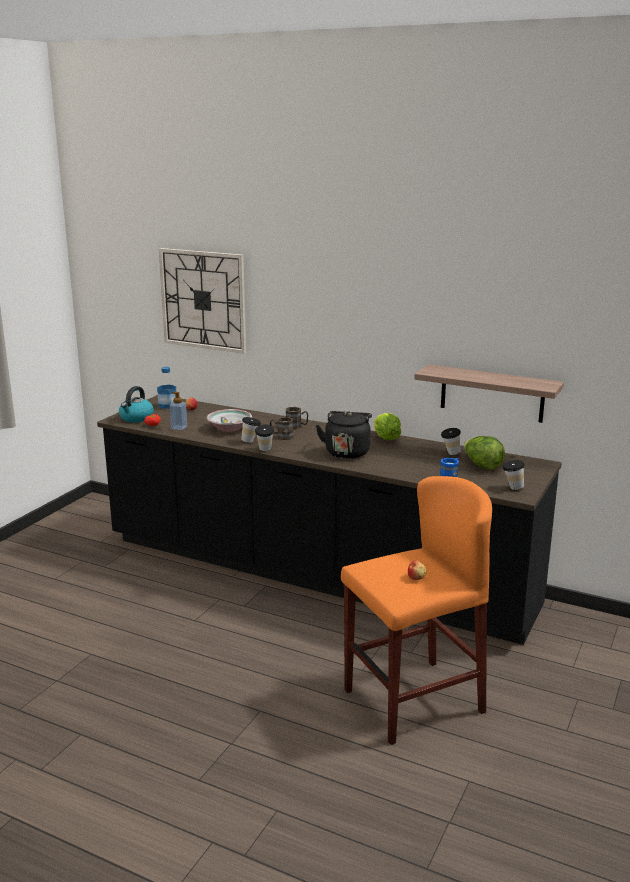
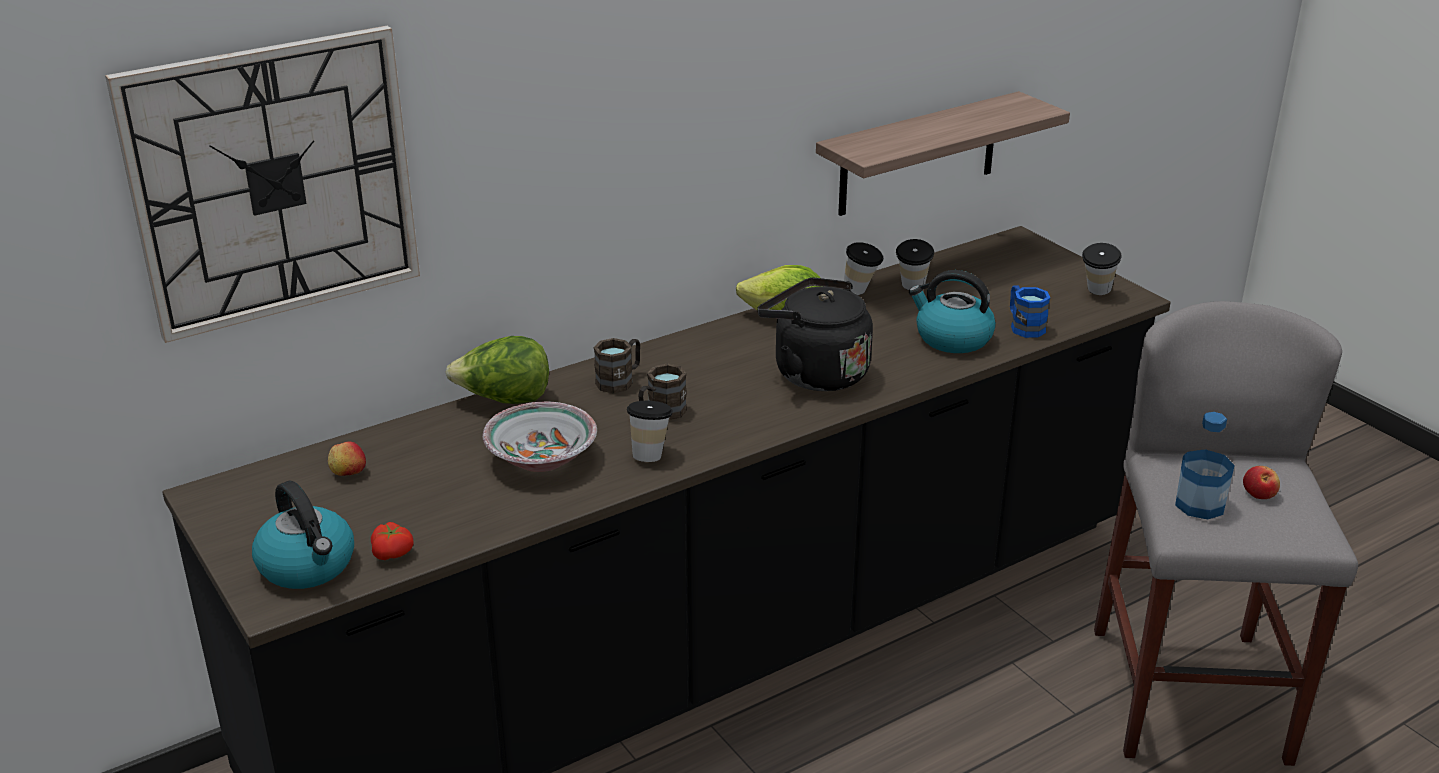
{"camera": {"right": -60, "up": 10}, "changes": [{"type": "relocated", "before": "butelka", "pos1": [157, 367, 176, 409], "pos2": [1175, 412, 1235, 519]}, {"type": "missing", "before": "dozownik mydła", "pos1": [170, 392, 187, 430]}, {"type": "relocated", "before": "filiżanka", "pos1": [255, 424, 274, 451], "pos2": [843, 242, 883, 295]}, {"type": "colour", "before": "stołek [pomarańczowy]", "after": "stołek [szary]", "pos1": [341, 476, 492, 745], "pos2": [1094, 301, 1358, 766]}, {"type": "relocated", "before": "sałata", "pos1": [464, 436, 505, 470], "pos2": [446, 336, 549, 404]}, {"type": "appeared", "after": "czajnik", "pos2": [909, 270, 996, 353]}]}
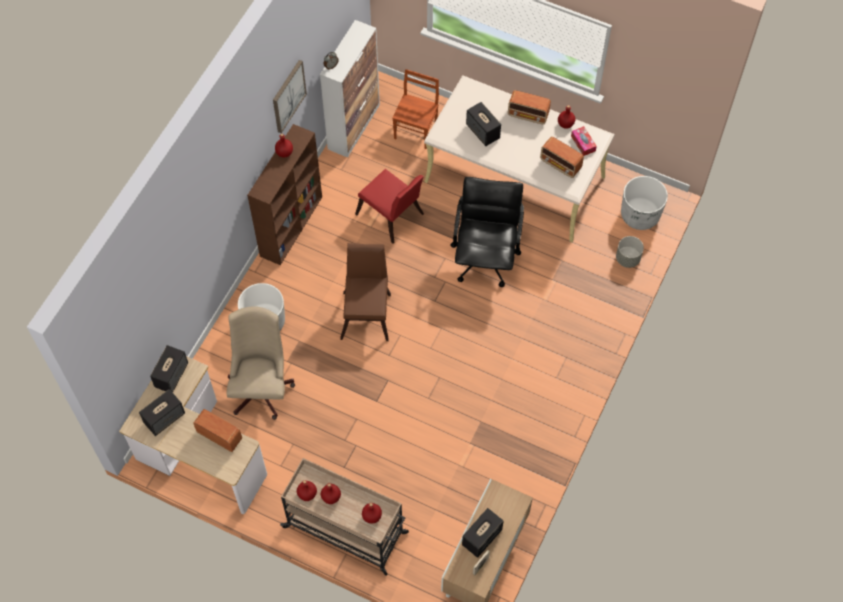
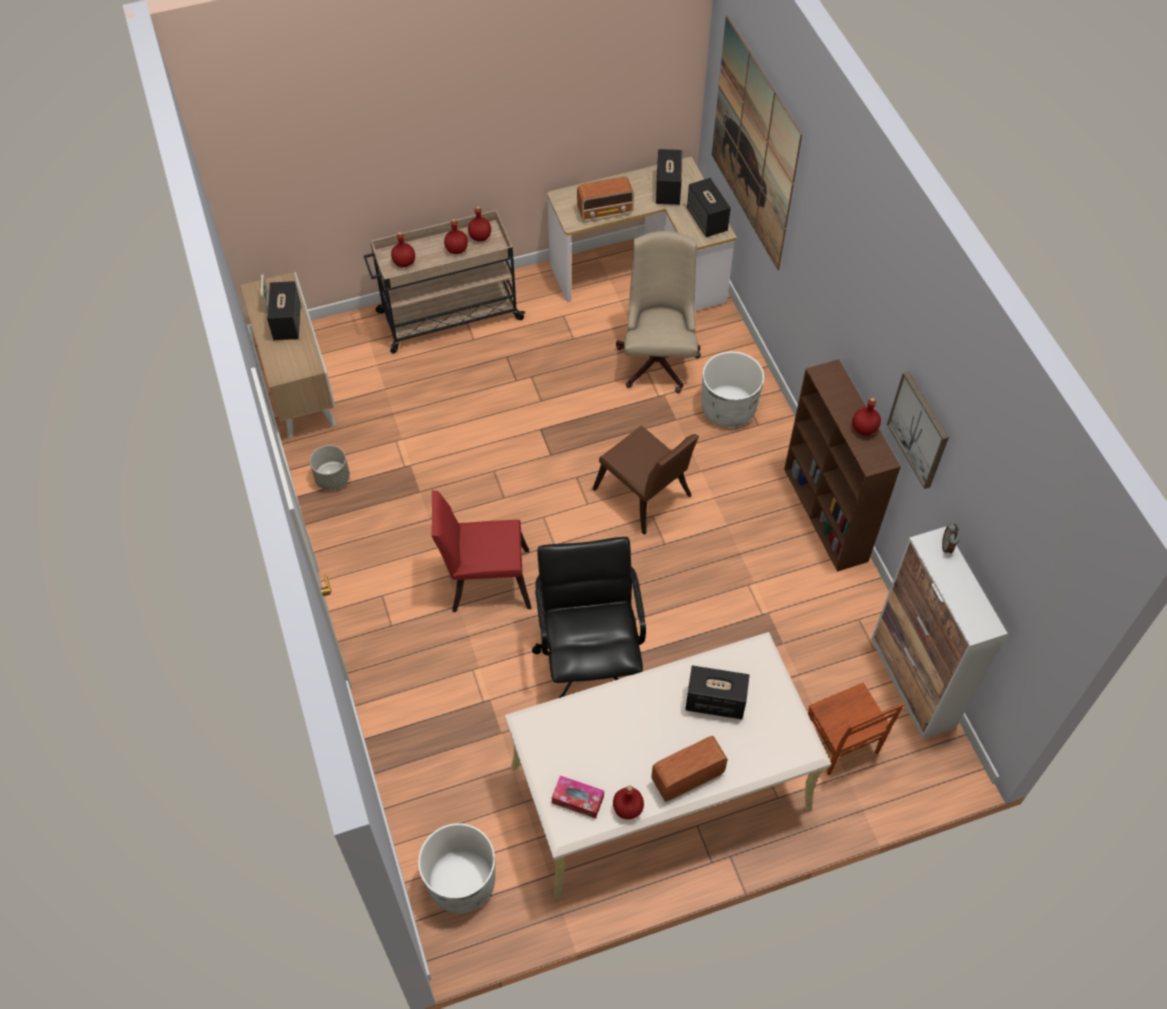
{"camera": {"right": 135, "up": -5}, "changes": [{"type": "spun", "before": "krzesło biurowe [beżowy]", "pos1": [227, 306, 295, 420], "pos2": [616, 231, 701, 393], "turn": -135}, {"type": "relocated", "before": "krzesło [czerwony]", "pos1": [355, 169, 424, 243], "pos2": [431, 490, 531, 612]}, {"type": "spun", "before": "krzesło biurowe [czarny]", "pos1": [450, 177, 524, 287], "pos2": [532, 537, 646, 698], "turn": -150}, {"type": "missing", "before": "radio", "pos1": [540, 137, 584, 178]}, {"type": "relocated", "before": "donica [szary]", "pos1": [616, 236, 644, 268], "pos2": [310, 445, 350, 490]}, {"type": "appeared", "after": "obraz", "pos2": [712, 16, 802, 270]}]}
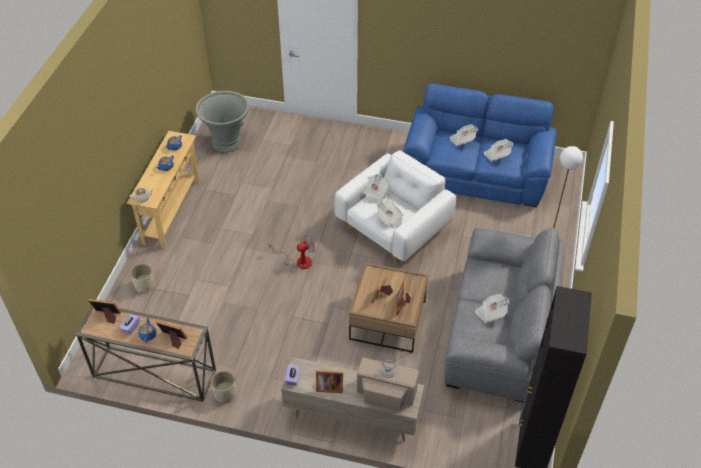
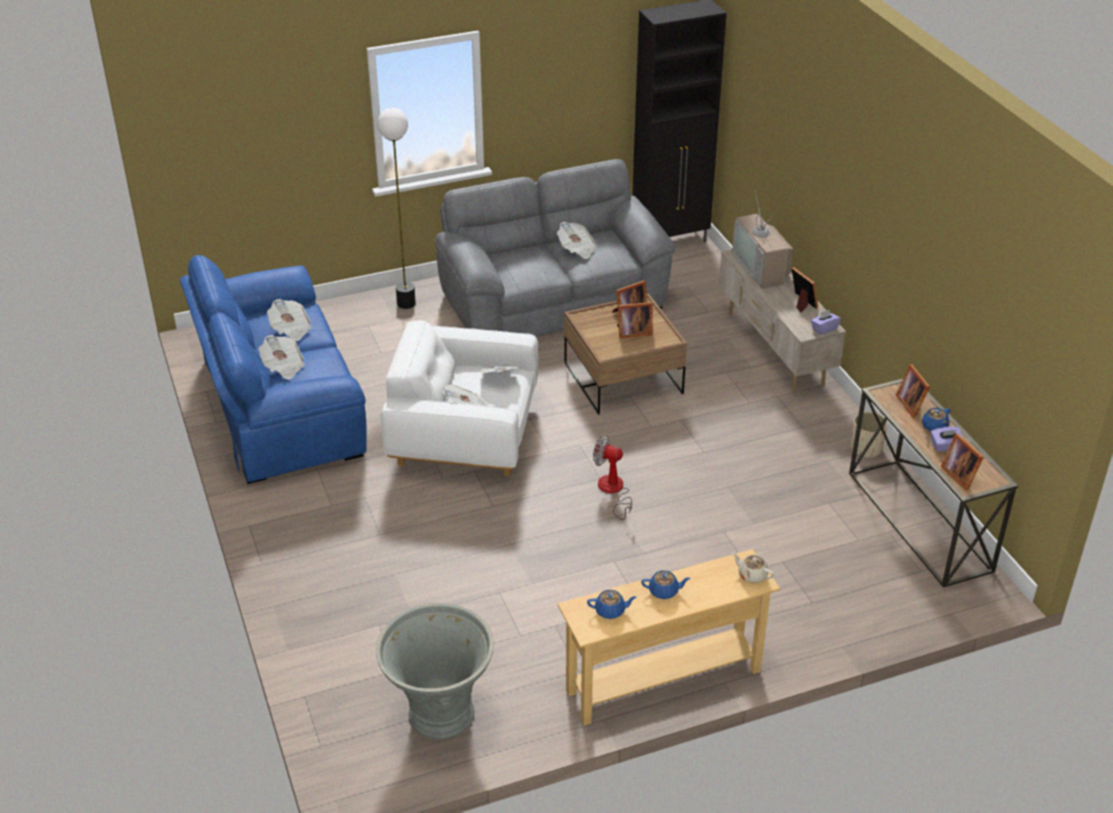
{"camera": {"right": -125, "up": -10}, "changes": [{"type": "missing", "before": "donica [beżowy]", "pos1": [130, 264, 155, 293]}]}
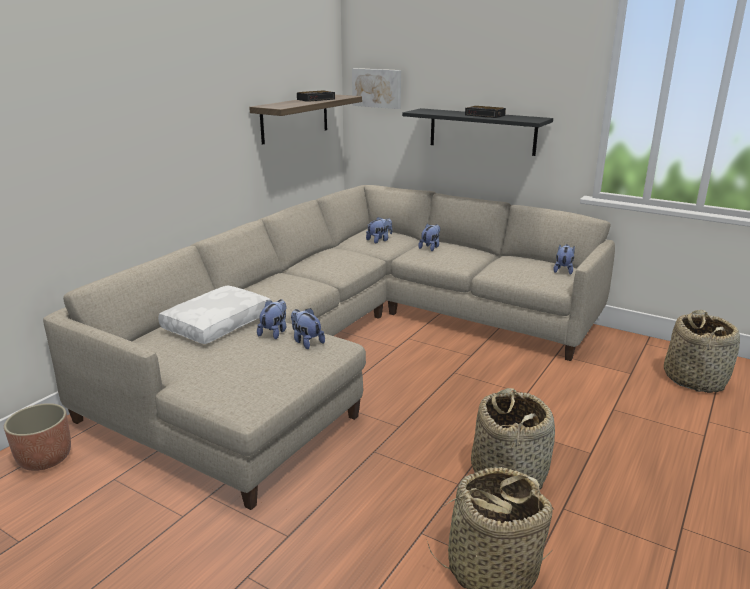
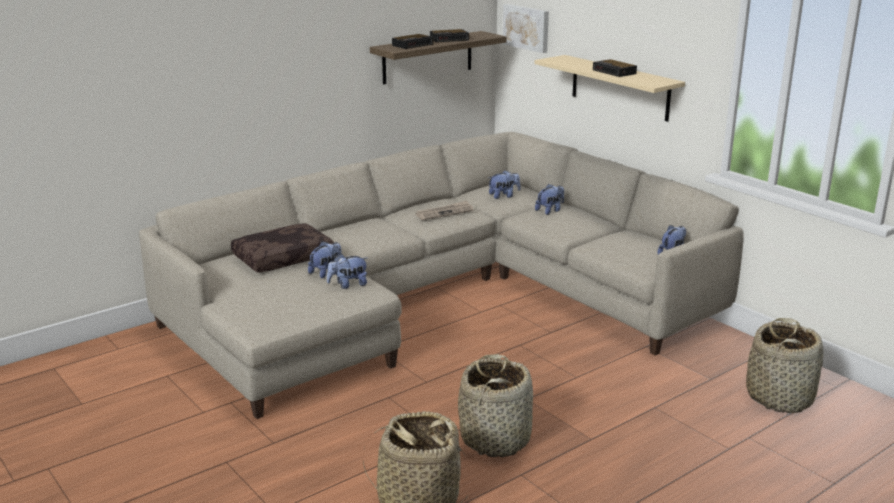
{"camera": {"right": 20, "up": 0}, "changes": [{"type": "missing", "before": "donica", "pos1": [4, 403, 71, 471]}, {"type": "colour", "before": "poduszka [biały]", "after": "poduszka [brązowy]", "pos1": [158, 285, 271, 344], "pos2": [231, 223, 334, 273]}, {"type": "spun", "before": "pluszak", "pos1": [291, 308, 325, 349], "pos2": [327, 254, 367, 289], "turn": -90}, {"type": "colour", "before": "półka [czarny]", "after": "półka [beżowy]", "pos1": [402, 108, 553, 156], "pos2": [534, 55, 685, 122]}, {"type": "appeared", "after": "budzik", "pos2": [392, 34, 434, 49]}, {"type": "appeared", "after": "gazeta", "pos2": [415, 200, 473, 220]}]}
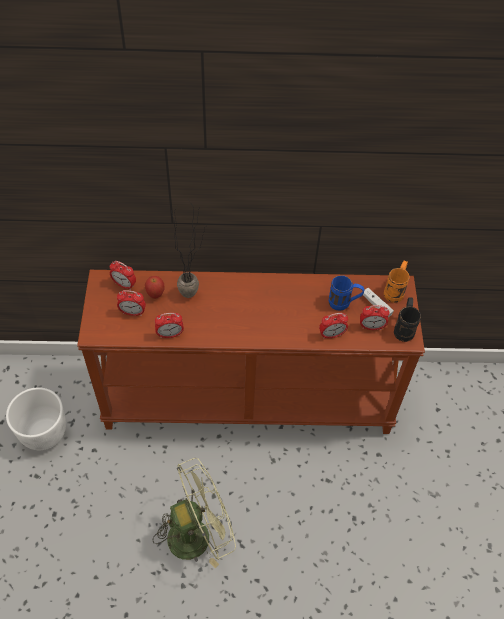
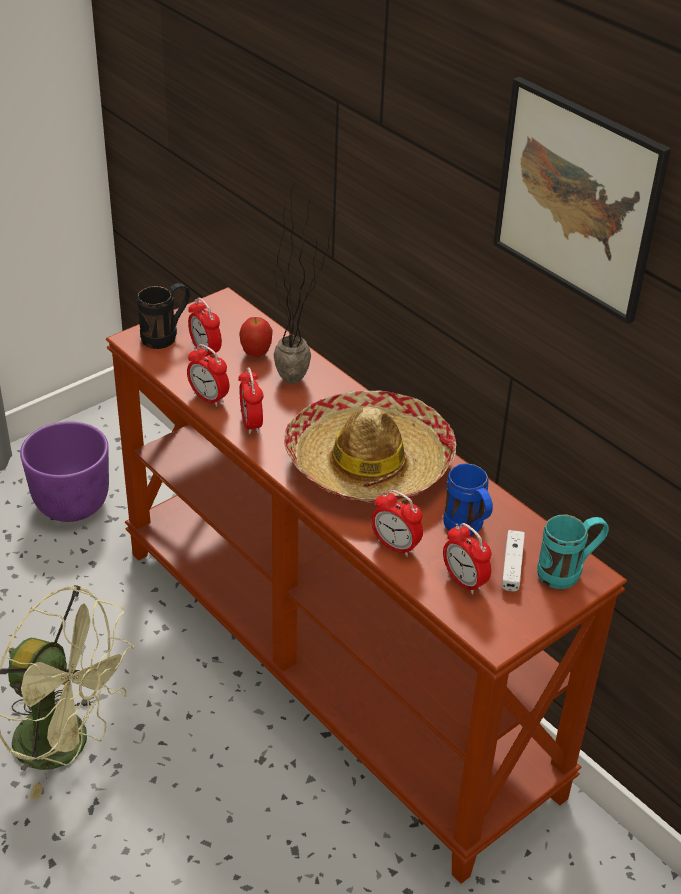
{"camera": {"right": 50, "up": -15}, "changes": [{"type": "colour", "before": "donica [biały]", "after": "donica [fioletowy]", "pos1": [6, 387, 66, 450], "pos2": [20, 421, 109, 522]}, {"type": "relocated", "before": "budzik", "pos1": [110, 261, 136, 290], "pos2": [238, 367, 264, 434]}, {"type": "colour", "before": "kubek [pomarańczowy]", "after": "kubek [turkusowy]", "pos1": [384, 261, 410, 303], "pos2": [537, 515, 609, 589]}, {"type": "relocated", "before": "kubek [czarny]", "pos1": [394, 297, 421, 342], "pos2": [137, 283, 190, 349]}, {"type": "appeared", "after": "kapelusz", "pos2": [284, 390, 457, 503]}, {"type": "appeared", "after": "obraz", "pos2": [493, 77, 670, 324]}]}
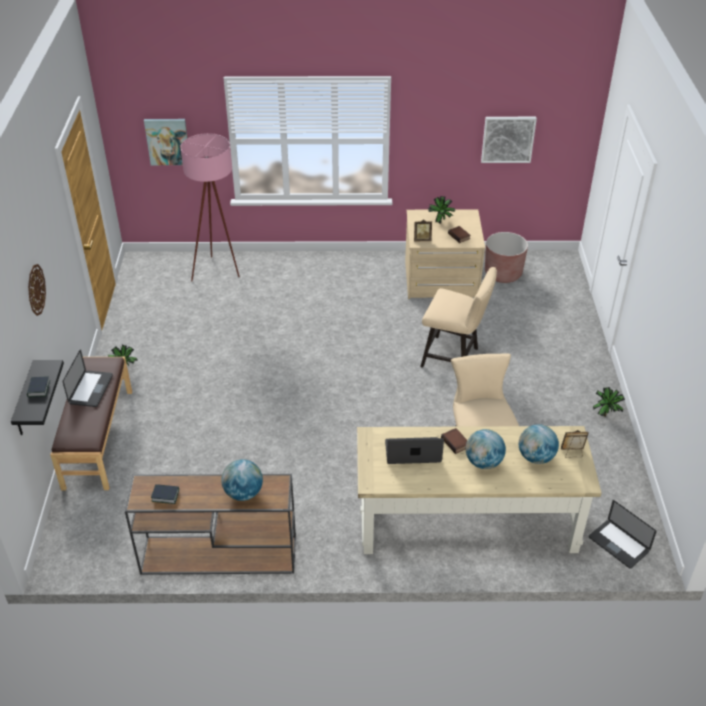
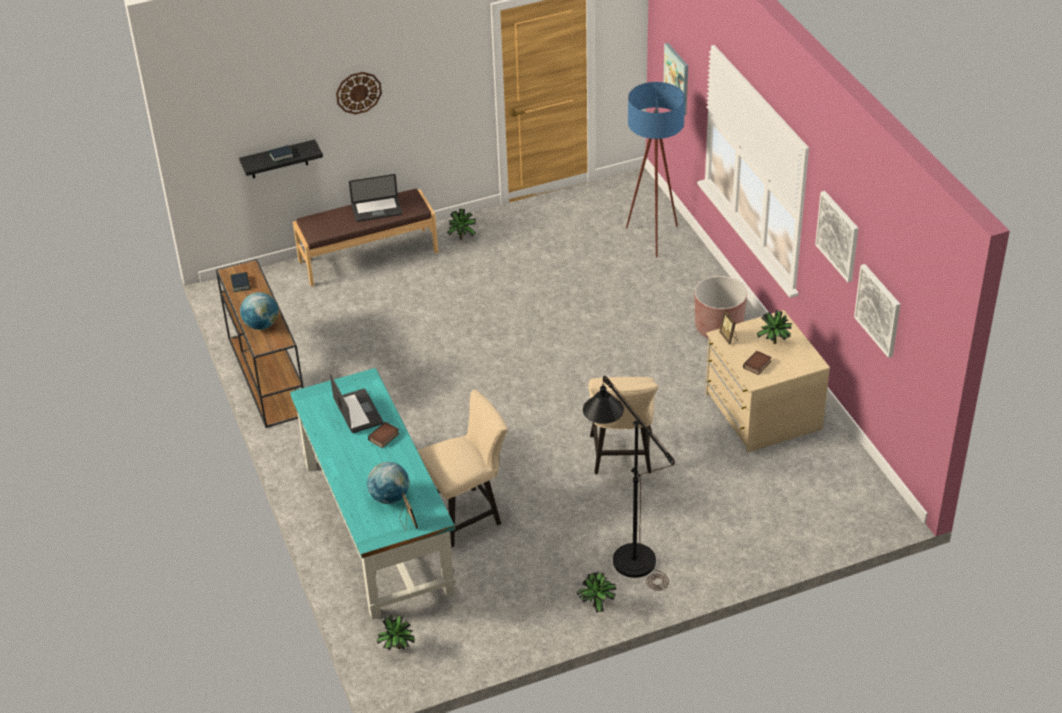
{"camera": {"right": 70, "up": 0}, "changes": [{"type": "colour", "before": "lampa stojąca [różowy]", "after": "lampa stojąca [niebieski]", "pos1": [181, 133, 240, 281], "pos2": [626, 82, 685, 257]}, {"type": "colour", "before": "biurko [beżowy]", "after": "biurko [turkusowy]", "pos1": [357, 426, 602, 554], "pos2": [290, 368, 456, 619]}, {"type": "missing", "before": "globus", "pos1": [466, 429, 506, 469]}, {"type": "relocated", "before": "donica [brązowy]", "pos1": [485, 232, 528, 283], "pos2": [694, 276, 747, 338]}, {"type": "exchanged", "before": "laptop", "after": "roślina doniczkowa", "pos1": [589, 500, 657, 569], "pos2": [377, 614, 415, 651]}, {"type": "appeared", "after": "lampa stojąca [czarny]", "pos2": [583, 376, 675, 591]}, {"type": "appeared", "after": "obraz", "pos2": [815, 191, 858, 282]}]}
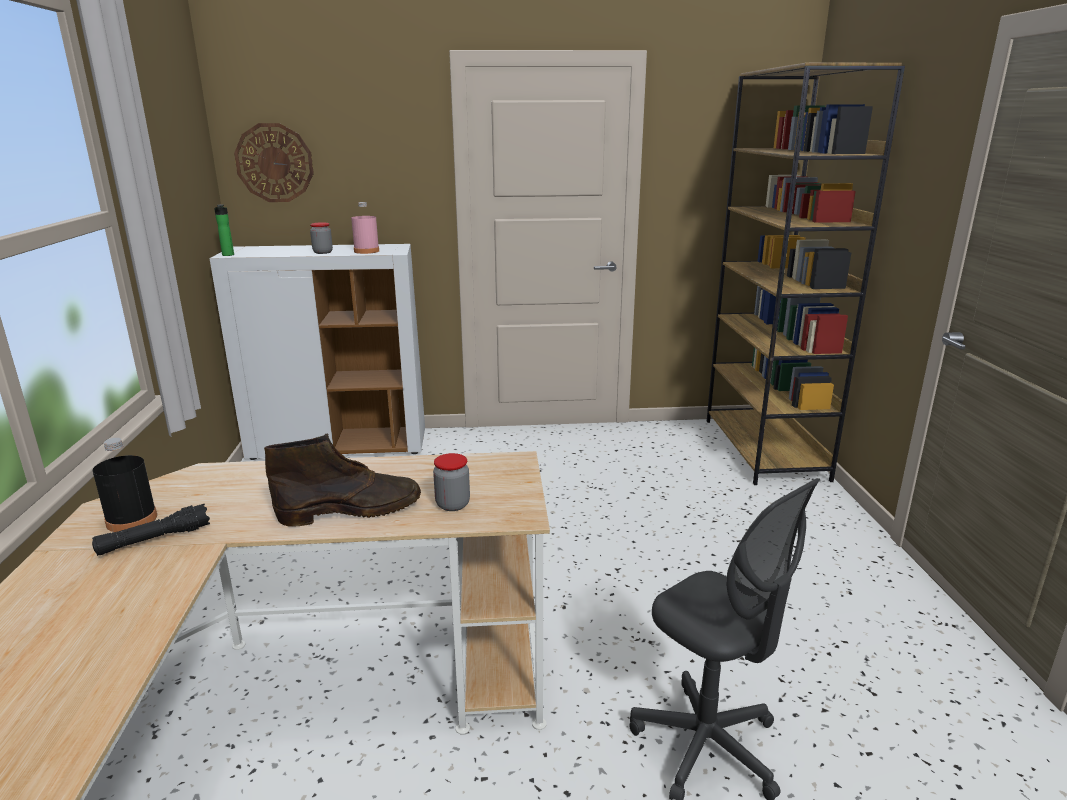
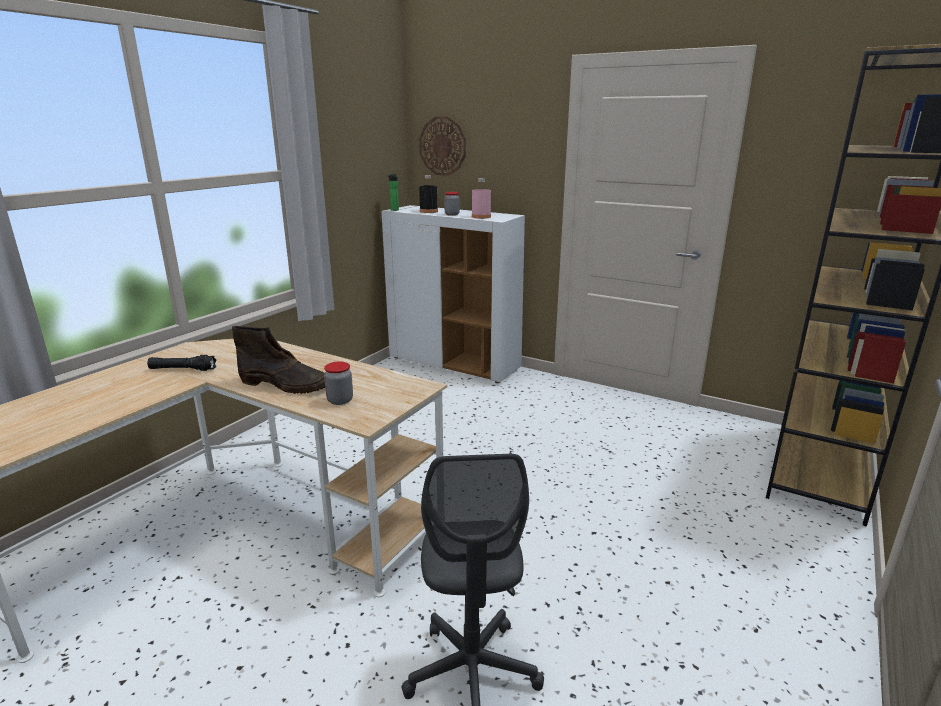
{"camera": {"right": 35, "up": 0}, "changes": [{"type": "relocated", "before": "butelka [czarny]", "pos1": [92, 438, 157, 532], "pos2": [419, 175, 438, 213]}]}
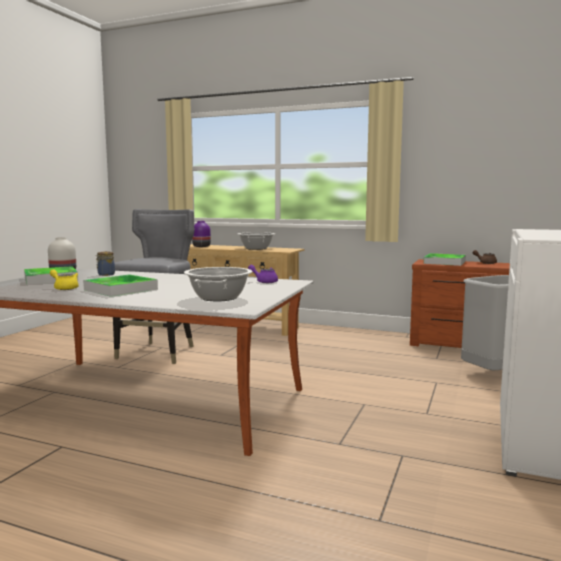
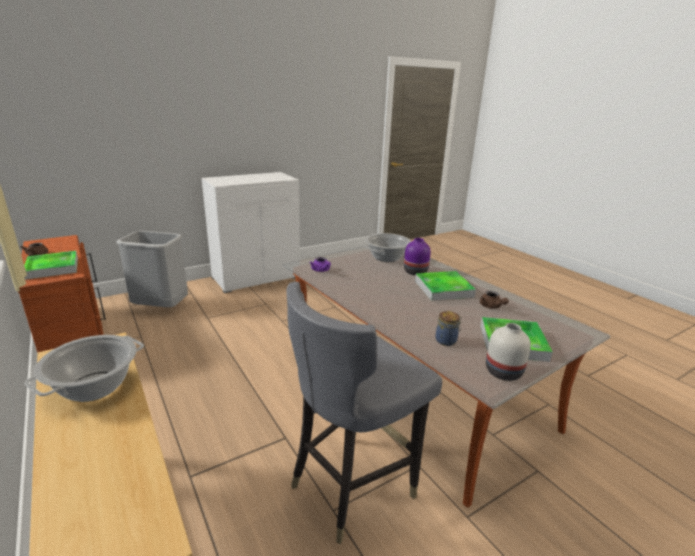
{"camera": {"right": -145, "up": 15}, "changes": [{"type": "colour", "before": "imbryk [żółty]", "after": "imbryk [brązowy]", "pos1": [50, 269, 79, 290], "pos2": [480, 291, 509, 309]}, {"type": "relocated", "before": "wazon [fioletowy]", "pos1": [192, 221, 211, 247], "pos2": [404, 238, 431, 275]}]}
